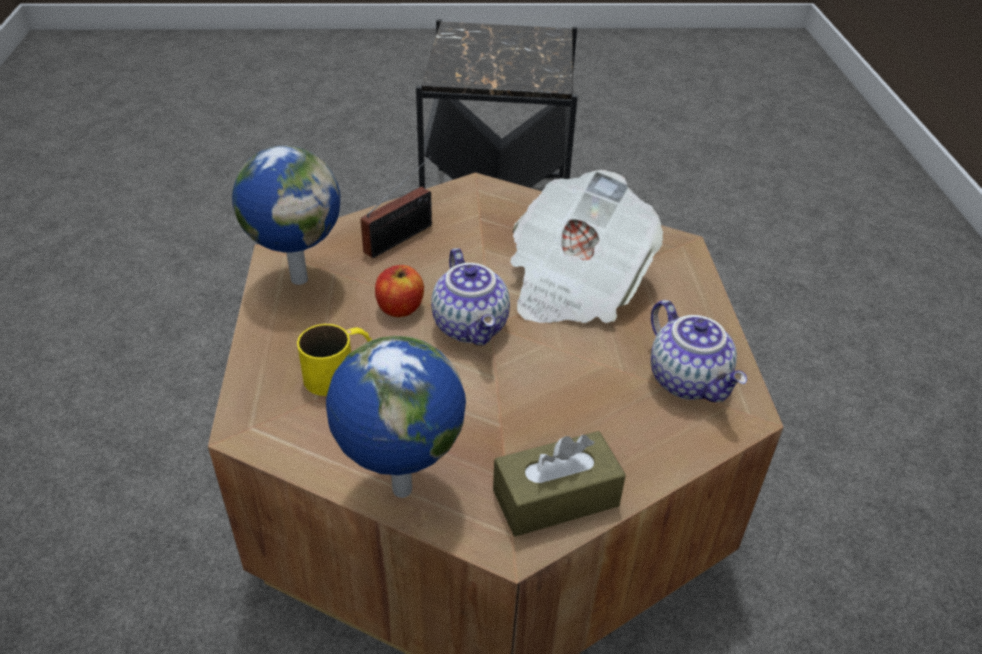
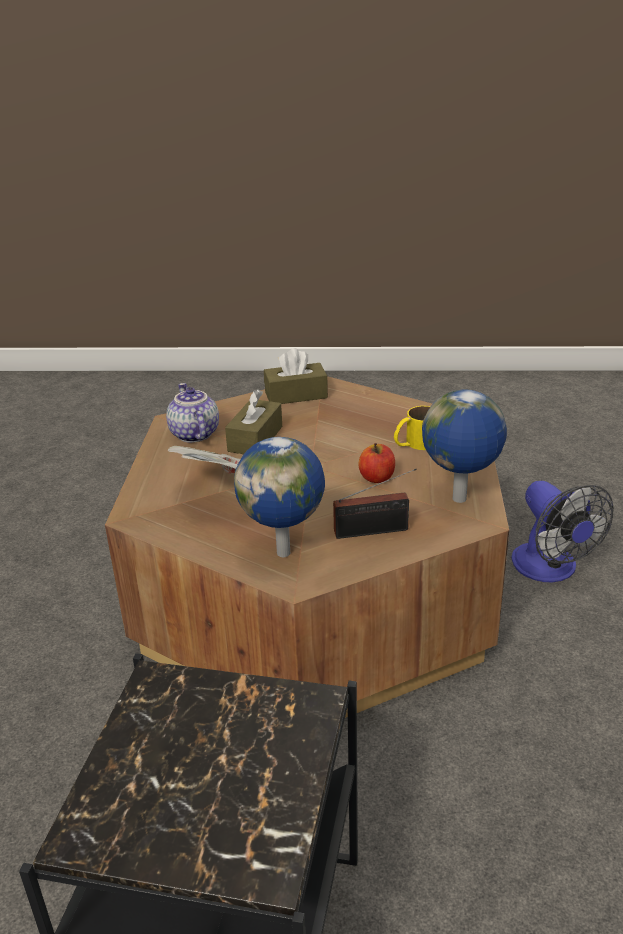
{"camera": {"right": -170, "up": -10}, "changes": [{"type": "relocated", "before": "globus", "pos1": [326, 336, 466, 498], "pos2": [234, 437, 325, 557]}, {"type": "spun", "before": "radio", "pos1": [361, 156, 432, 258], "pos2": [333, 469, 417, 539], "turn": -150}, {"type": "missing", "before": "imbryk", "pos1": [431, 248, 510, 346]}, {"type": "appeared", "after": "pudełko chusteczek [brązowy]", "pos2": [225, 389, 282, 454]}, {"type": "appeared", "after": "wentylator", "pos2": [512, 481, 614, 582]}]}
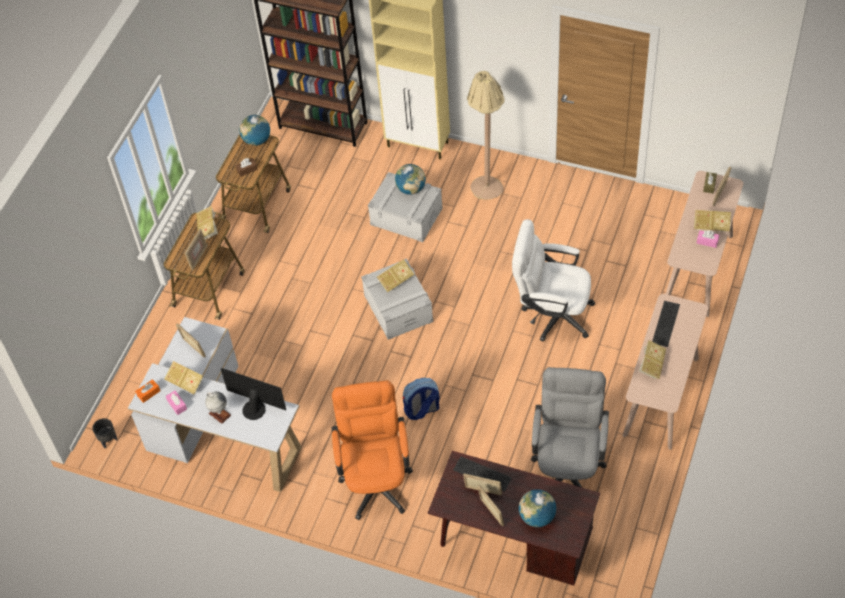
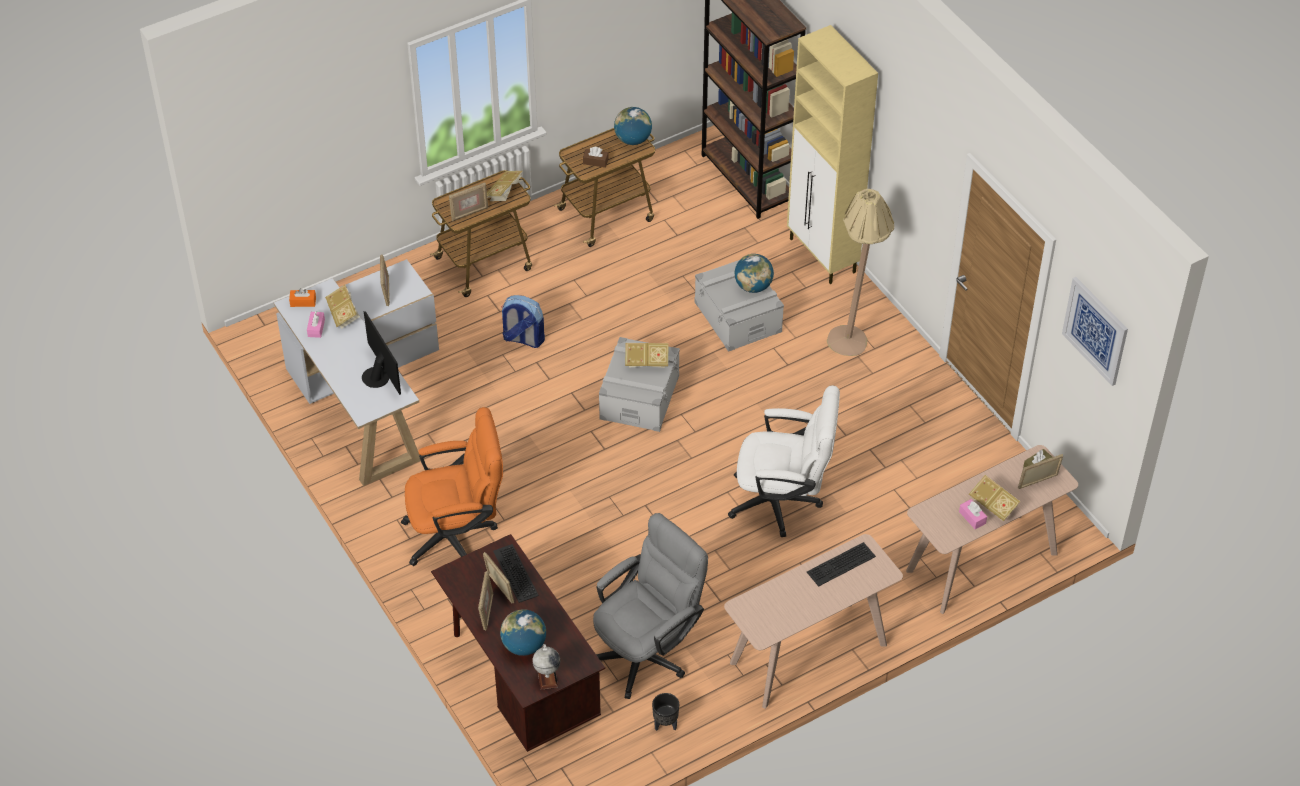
{"camera": {"right": 35, "up": -5}, "changes": [{"type": "relocated", "before": "donica [czarny]", "pos1": [92, 418, 118, 449], "pos2": [652, 693, 679, 731]}, {"type": "relocated", "before": "globus", "pos1": [205, 392, 231, 424], "pos2": [533, 644, 560, 690]}, {"type": "spun", "before": "krzesło biurowe [pomarańczowy]", "pos1": [332, 380, 413, 520], "pos2": [401, 407, 503, 566], "turn": 45}, {"type": "relocated", "before": "plecak", "pos1": [403, 378, 440, 420], "pos2": [502, 295, 545, 348]}, {"type": "spun", "before": "krzesło biurowe [biały]", "pos1": [512, 219, 596, 342], "pos2": [728, 385, 840, 537], "turn": 135}, {"type": "missing", "before": "książka", "pos1": [639, 340, 666, 379]}, {"type": "appeared", "after": "obraz", "pos2": [1062, 277, 1128, 386]}]}
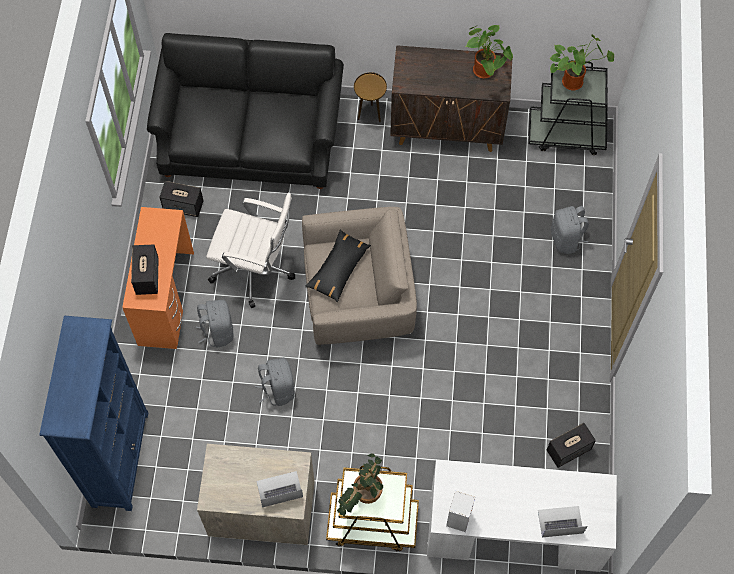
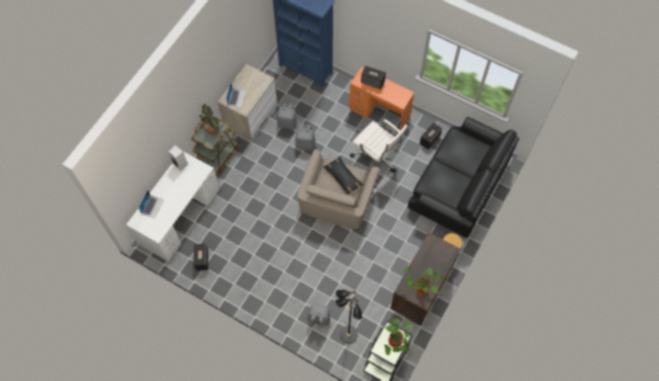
{"camera": {"right": 115, "up": 0}, "changes": [{"type": "relocated", "before": "plecak [szary]", "pos1": [196, 300, 233, 347], "pos2": [277, 103, 297, 130]}, {"type": "spun", "before": "krzesło biurowe [biały]", "pos1": [206, 193, 295, 308], "pos2": [350, 119, 407, 174], "turn": -90}, {"type": "appeared", "after": "lampa stojąca [czarny]", "pos2": [335, 290, 362, 343]}]}
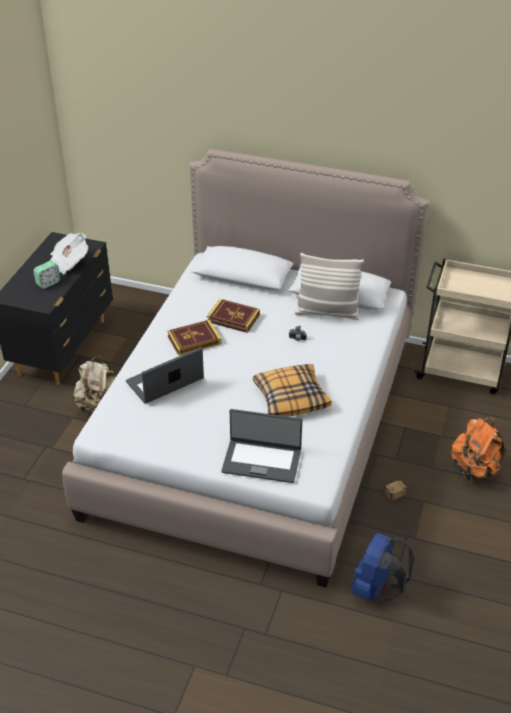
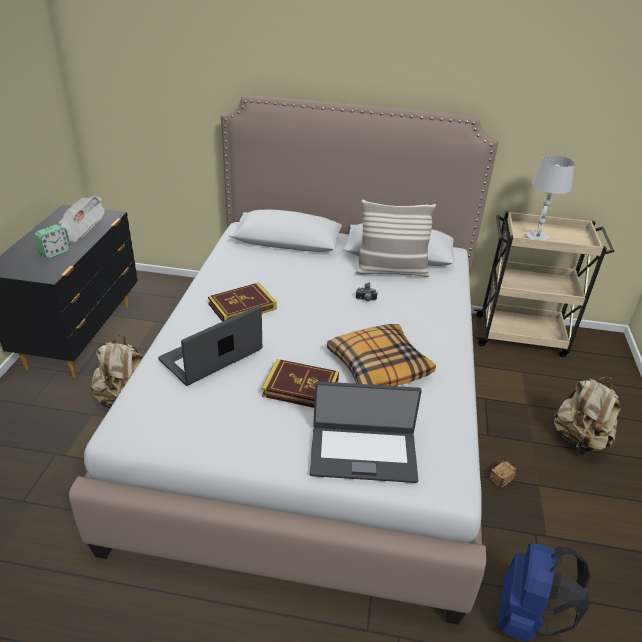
{"camera": {"right": -10, "up": -5}, "changes": [{"type": "relocated", "before": "książka", "pos1": [207, 299, 260, 333], "pos2": [262, 359, 339, 408]}, {"type": "colour", "before": "plecak [pomarańczowy]", "after": "plecak [beżowy]", "pos1": [451, 418, 504, 481], "pos2": [553, 377, 621, 455]}, {"type": "appeared", "after": "lampa stołowa [biały]", "pos2": [526, 155, 575, 241]}]}
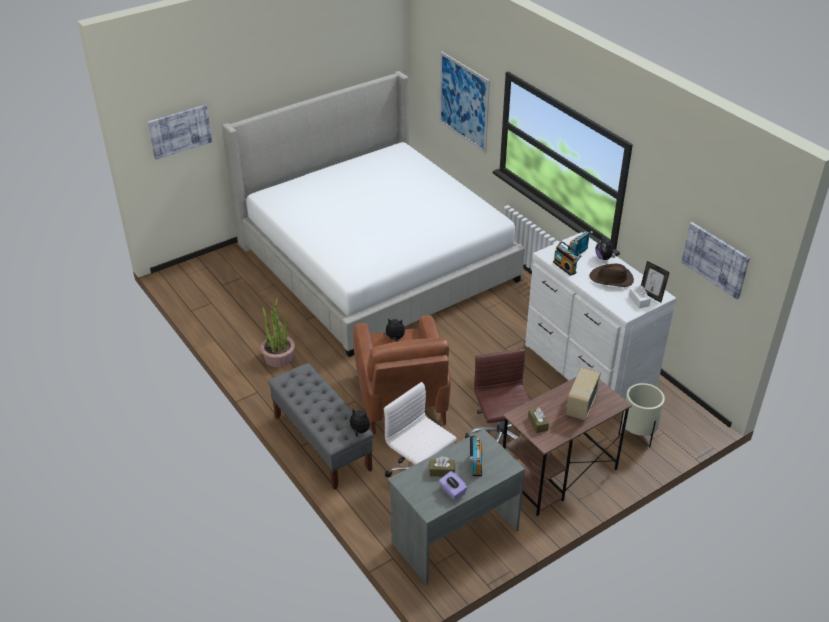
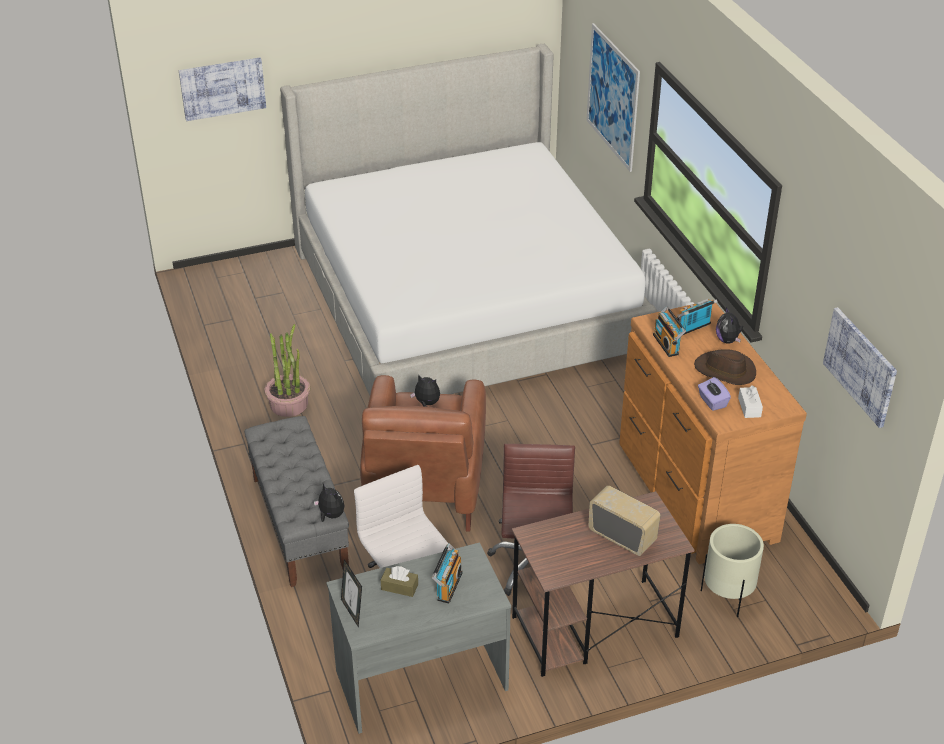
{"camera": {"right": 15, "up": 0}, "changes": [{"type": "relocated", "before": "pudełko chusteczek [fioletowy]", "pos1": [439, 471, 467, 500], "pos2": [698, 377, 731, 411]}, {"type": "colour", "before": "komoda [biały]", "after": "komoda [brązowy]", "pos1": [525, 232, 677, 400], "pos2": [619, 300, 807, 564]}, {"type": "missing", "before": "pudełko chusteczek [brązowy]", "pos1": [528, 408, 549, 433]}, {"type": "spun", "before": "radio", "pos1": [566, 367, 601, 421], "pos2": [589, 485, 661, 556], "turn": 90}, {"type": "relocated", "before": "ramka na zdjęcie", "pos1": [641, 261, 670, 303], "pos2": [341, 559, 362, 628]}]}
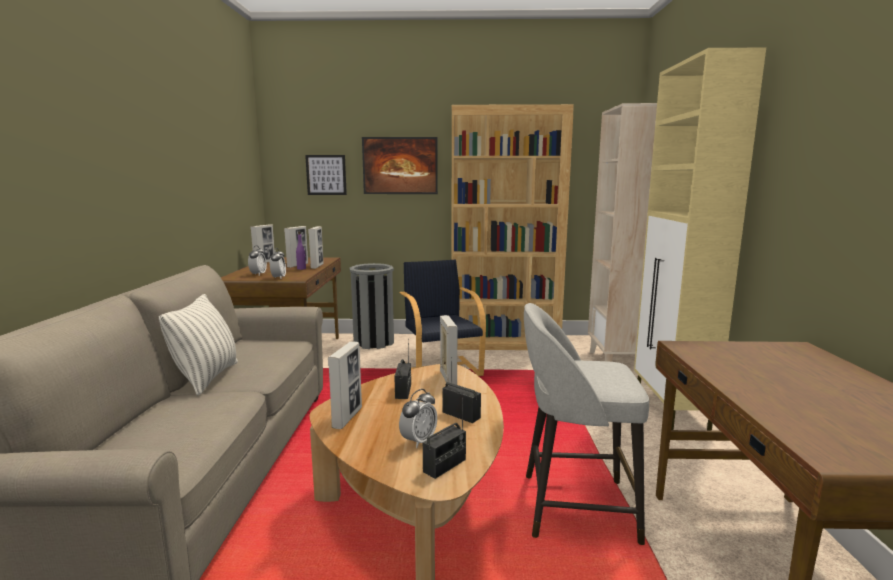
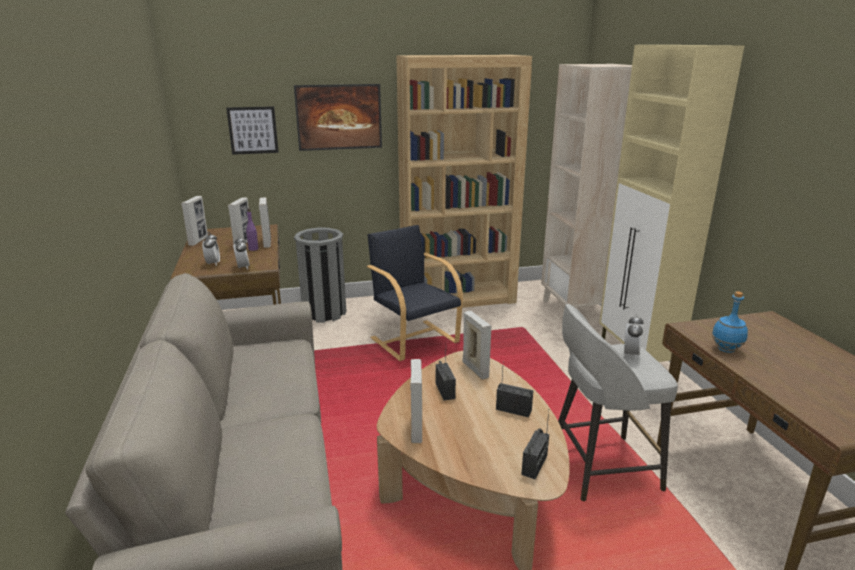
{"camera": {"right": -15, "up": 10}, "changes": [{"type": "missing", "before": "poduszka", "pos1": [159, 294, 238, 395]}, {"type": "relocated", "before": "budzik", "pos1": [399, 389, 437, 448], "pos2": [624, 314, 644, 359]}, {"type": "appeared", "after": "butelka [niebieski]", "pos2": [712, 291, 748, 353]}]}
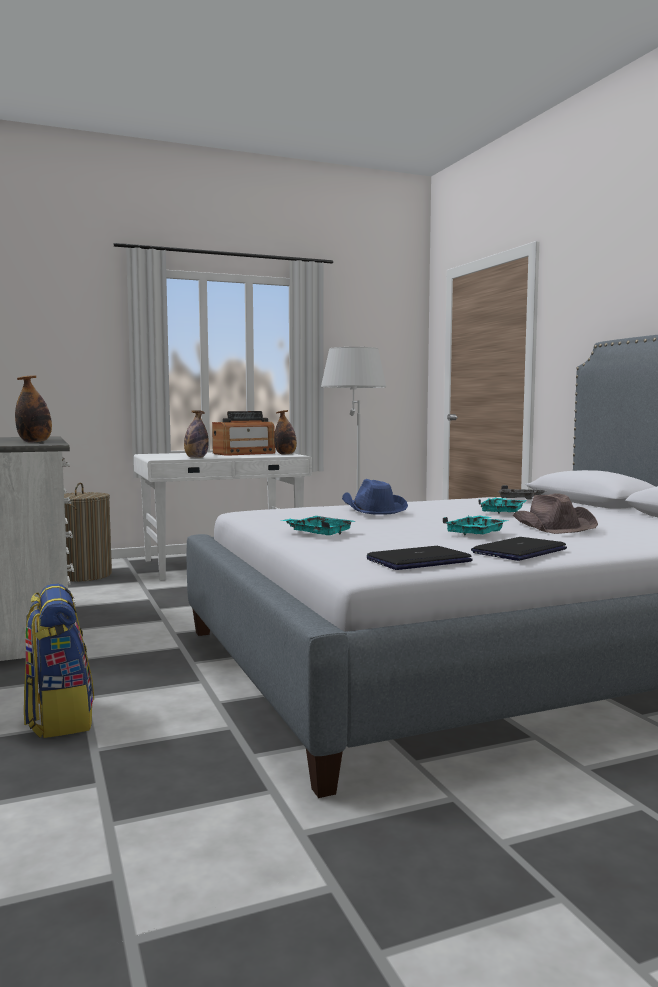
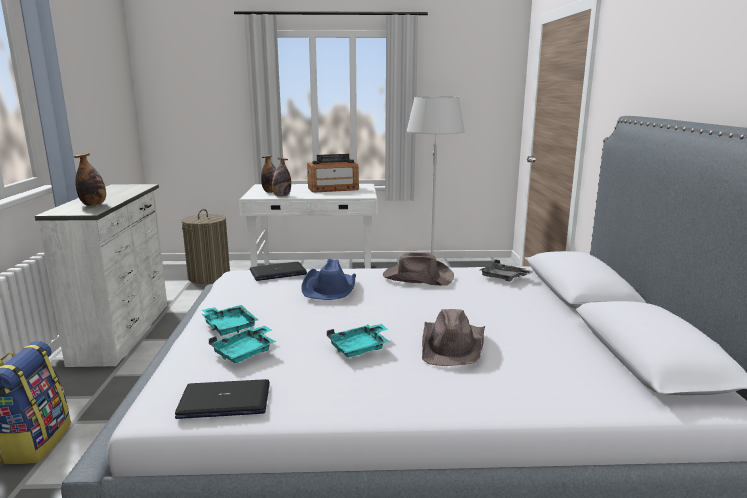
{"camera": {"right": 20, "up": 10}, "changes": [{"type": "relocated", "before": "butelka", "pos1": [274, 410, 297, 455], "pos2": [261, 155, 276, 193]}, {"type": "relocated", "before": "laptop", "pos1": [471, 537, 567, 561], "pos2": [250, 262, 307, 281]}, {"type": "relocated", "before": "taca [turkusowy]", "pos1": [478, 498, 527, 514], "pos2": [209, 325, 276, 363]}, {"type": "appeared", "after": "kapelusz [brązowy]", "pos2": [383, 252, 454, 286]}]}
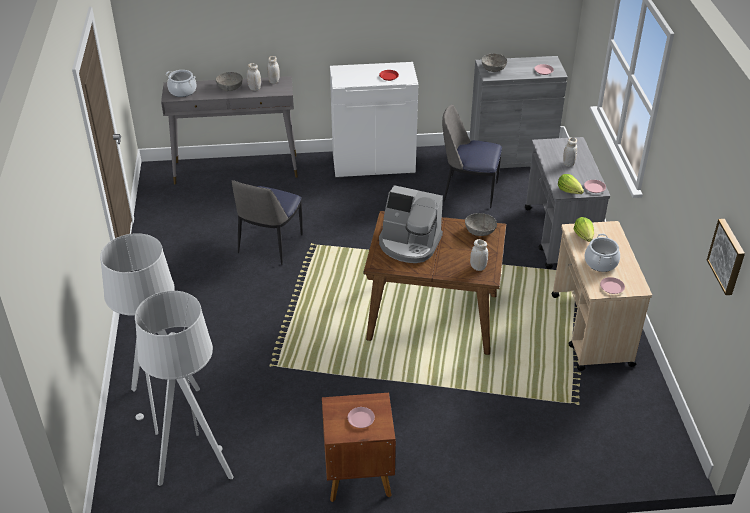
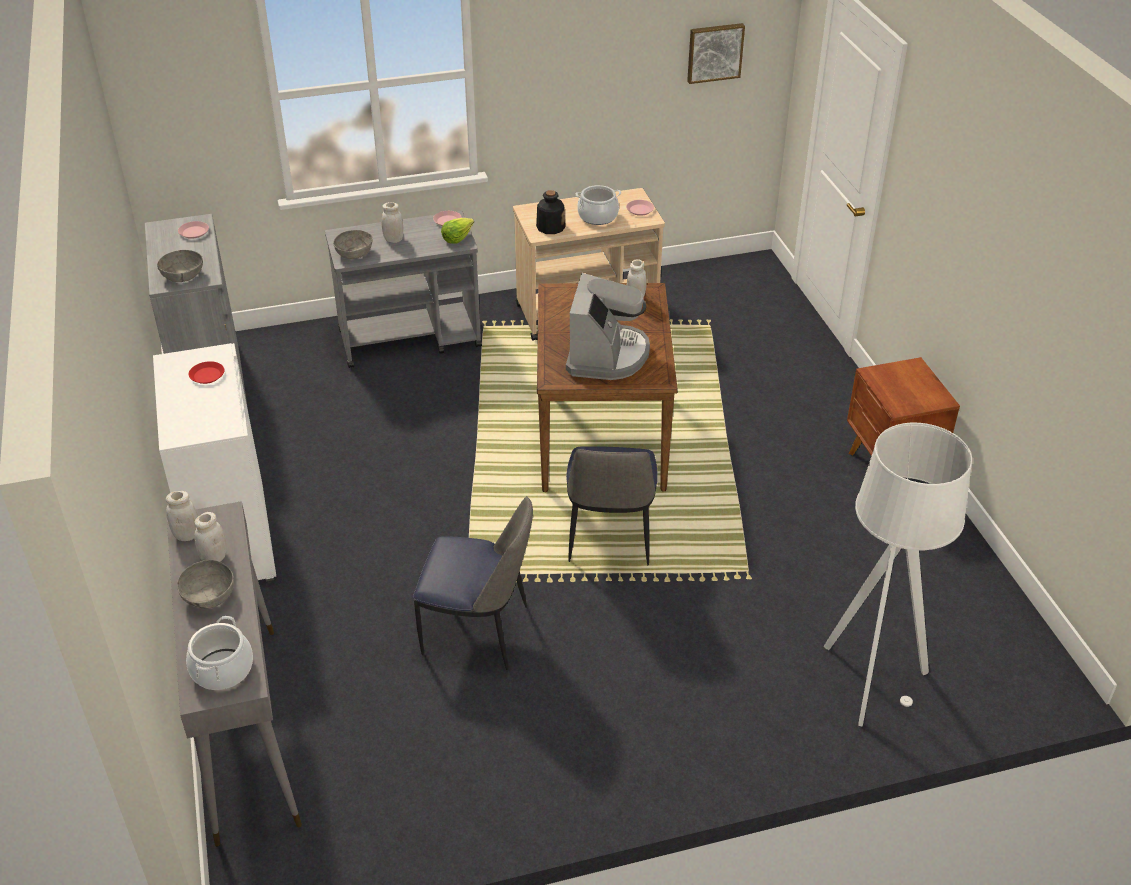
{"camera": {"right": -100, "up": 0}, "changes": [{"type": "missing", "before": "lampa stojąca [szary]", "pos1": [135, 291, 233, 486]}, {"type": "missing", "before": "talerz [różowy]", "pos1": [348, 407, 375, 428]}, {"type": "relocated", "before": "krzesło", "pos1": [442, 105, 502, 208], "pos2": [566, 447, 658, 565]}, {"type": "relocated", "before": "miska [szary]", "pos1": [465, 213, 497, 236], "pos2": [333, 230, 373, 259]}, {"type": "exchanged", "before": "sałata", "after": "butelka", "pos1": [574, 217, 594, 242], "pos2": [536, 190, 566, 234]}]}
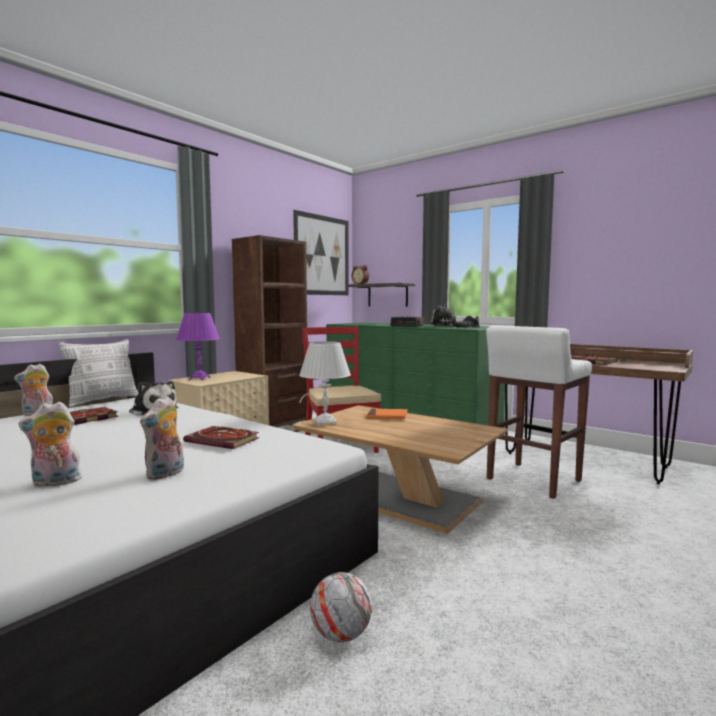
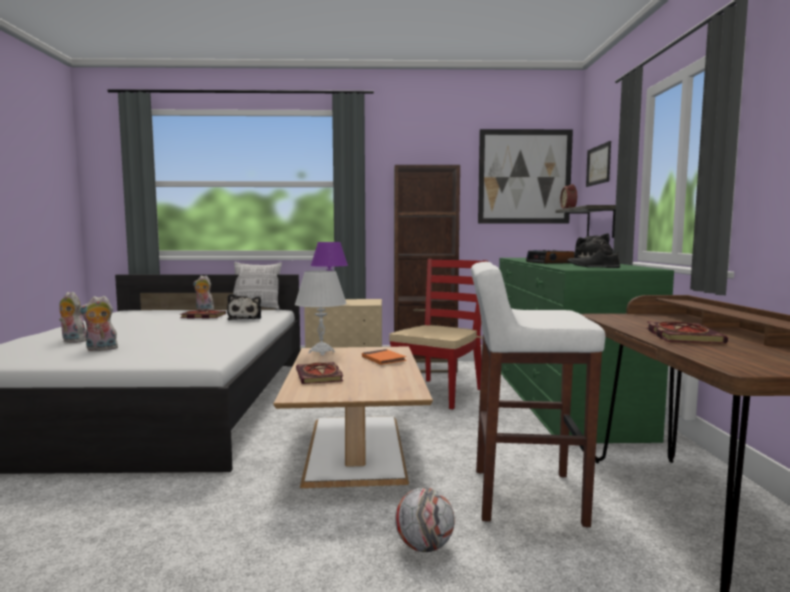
{"camera": {"right": 50, "up": 0}, "changes": [{"type": "relocated", "before": "książka", "pos1": [183, 426, 259, 449], "pos2": [296, 362, 343, 384]}, {"type": "relocated", "before": "piłka futbolowa", "pos1": [310, 572, 372, 642], "pos2": [395, 488, 455, 552]}, {"type": "appeared", "after": "obraz", "pos2": [586, 141, 611, 187]}]}
